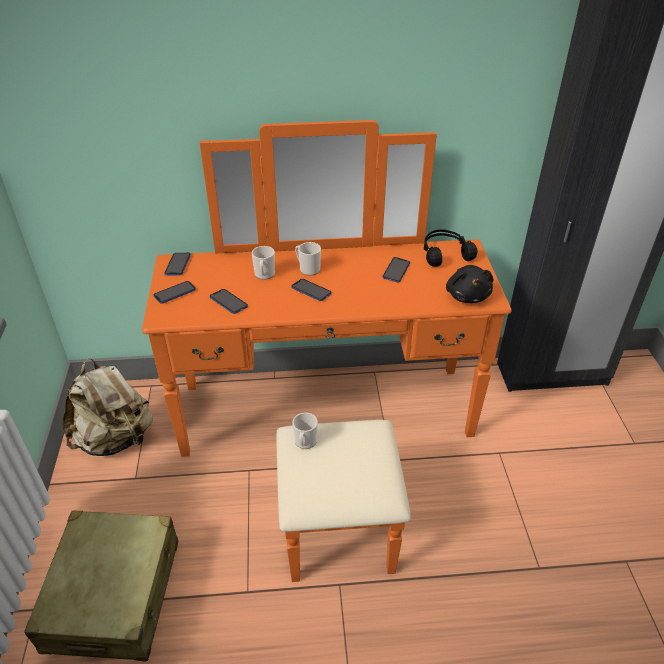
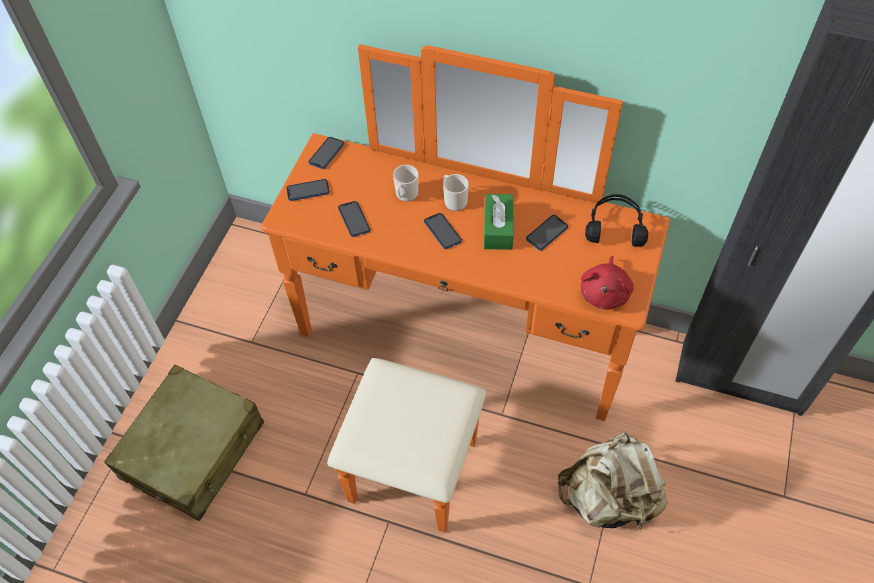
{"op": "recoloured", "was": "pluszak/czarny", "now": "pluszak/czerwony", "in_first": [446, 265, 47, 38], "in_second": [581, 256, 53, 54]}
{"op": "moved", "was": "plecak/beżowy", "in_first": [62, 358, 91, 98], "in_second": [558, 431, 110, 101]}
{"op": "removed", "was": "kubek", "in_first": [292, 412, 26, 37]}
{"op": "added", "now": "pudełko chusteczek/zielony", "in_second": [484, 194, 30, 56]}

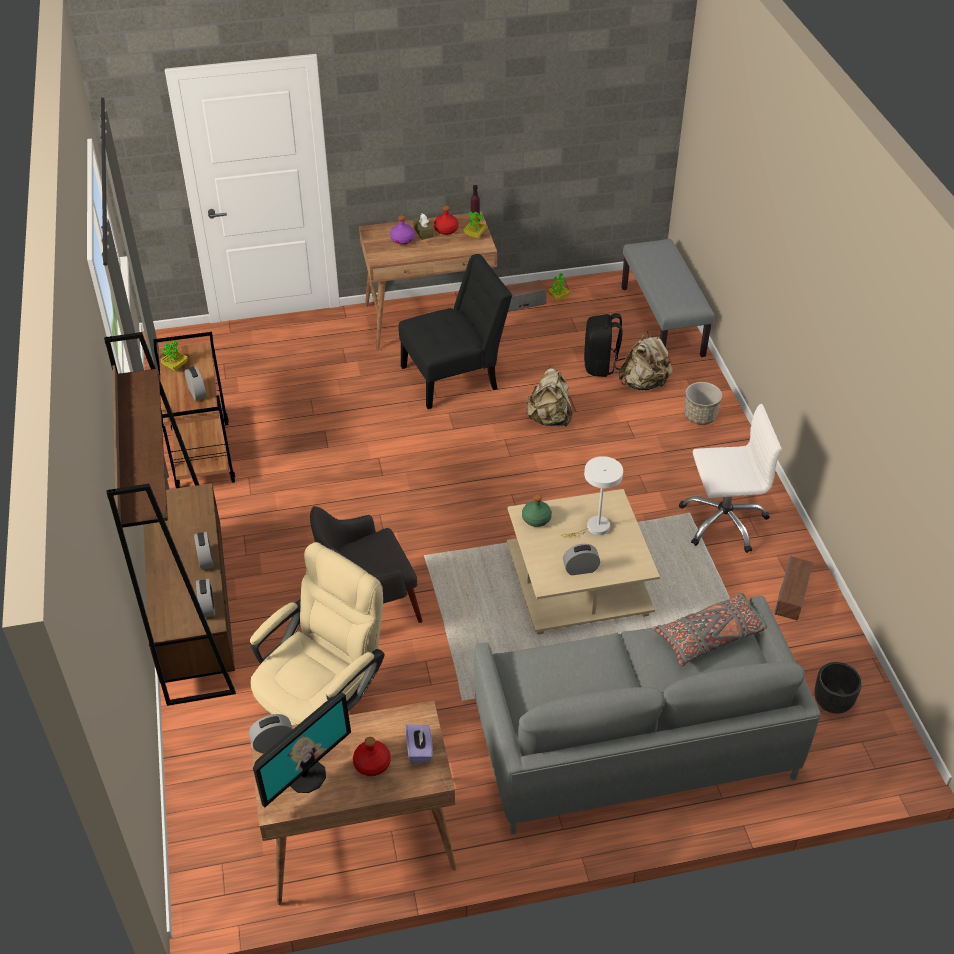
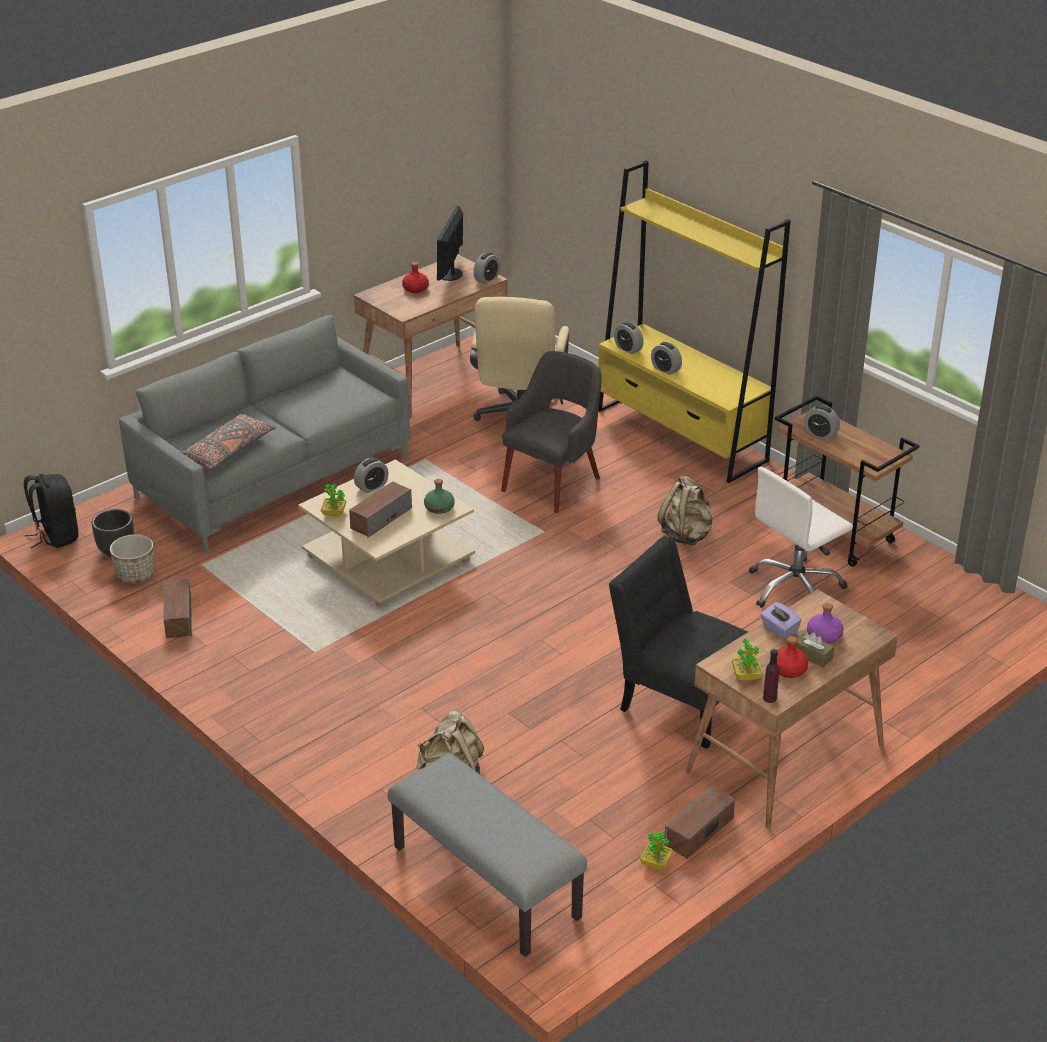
{"op": "turned", "was": "krzesło/czarny", "in_first": [399, 254, 113, 155], "in_second": [609, 536, 139, 213], "clockwise": 90}
{"op": "moved", "was": "plecak/czarny", "in_first": [584, 313, 41, 64], "in_second": [24, 474, 55, 74]}
{"op": "recoloured", "was": "regał/brązowy", "now": "regał/żółty", "in_first": [104, 332, 132, 374], "in_second": [598, 160, 192, 323]}
{"op": "moved", "was": "roślina doniczkowa", "in_first": [161, 340, 27, 30], "in_second": [321, 484, 25, 33]}
{"op": "moved", "was": "plecak/beżowy", "in_first": [526, 368, 46, 59], "in_second": [658, 476, 55, 69]}
{"op": "moved", "was": "donica", "in_first": [684, 382, 38, 43], "in_second": [110, 534, 45, 50]}
{"op": "moved", "was": "krzesło biurowe/biały", "in_first": [679, 404, 103, 149], "in_second": [749, 467, 104, 141]}
{"op": "replaced", "was": "lampa stołowa/biały", "now": "głośnik", "in_first": [561, 456, 62, 82], "in_second": [349, 481, 63, 57]}
{"op": "moved", "was": "pudełko chusteczek/fioletowy", "in_first": [406, 724, 27, 40], "in_second": [760, 602, 42, 37]}

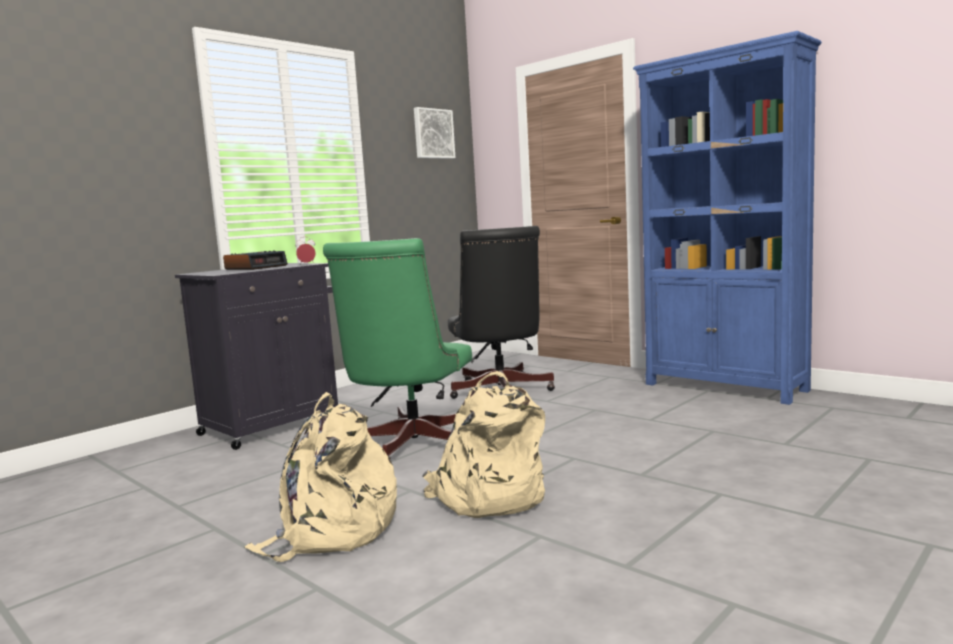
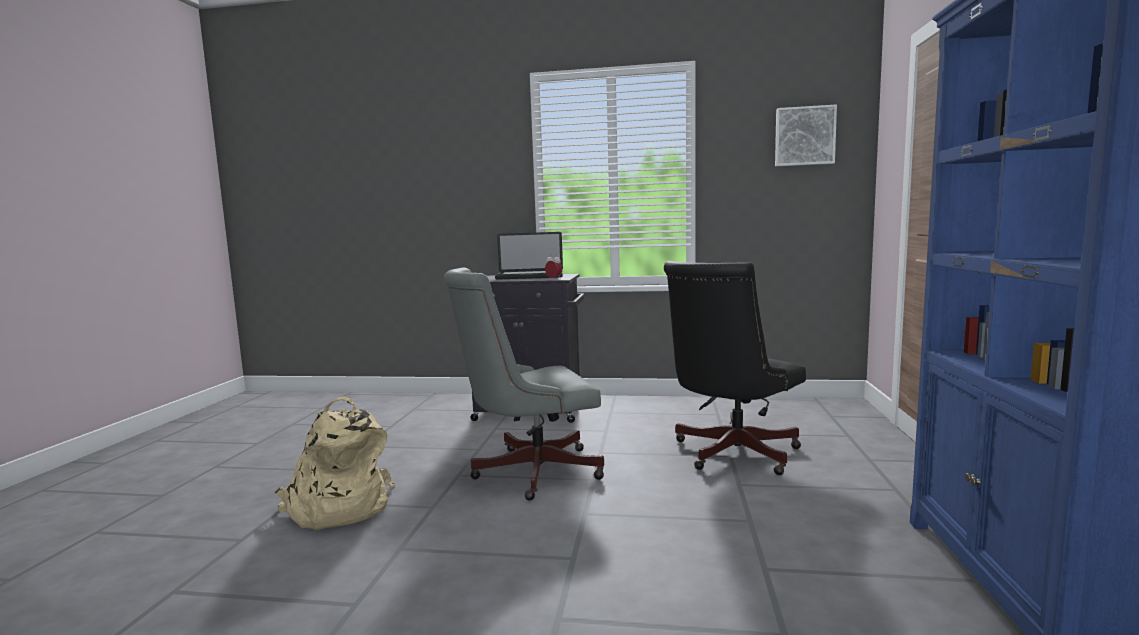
{"op": "recoloured", "was": "krzesło biurowe/zielony", "now": "krzesło biurowe/szary", "in_first": [323, 238, 149, 221], "in_second": [444, 267, 160, 234]}
{"op": "replaced", "was": "budzik", "now": "laptop", "in_first": [223, 250, 65, 20], "in_second": [495, 232, 68, 48]}
{"op": "removed", "was": "plecak/beżowy", "in_first": [422, 371, 123, 147]}

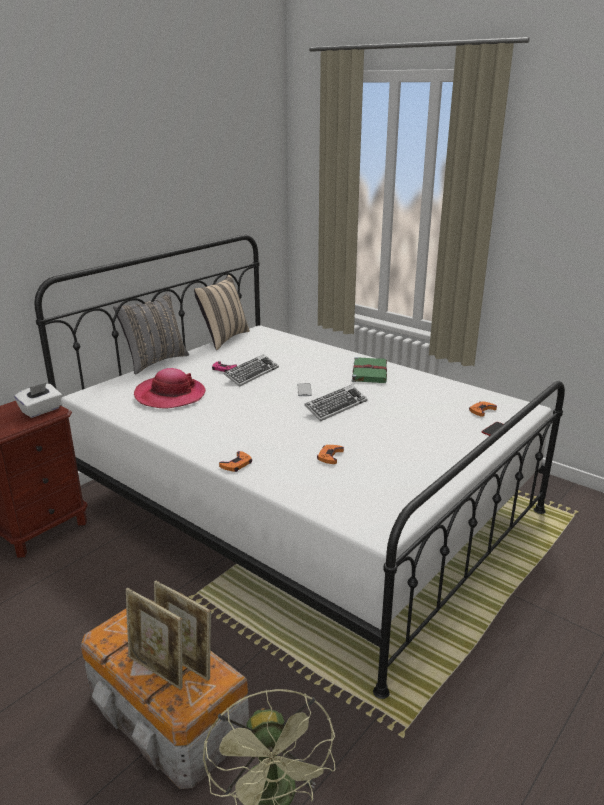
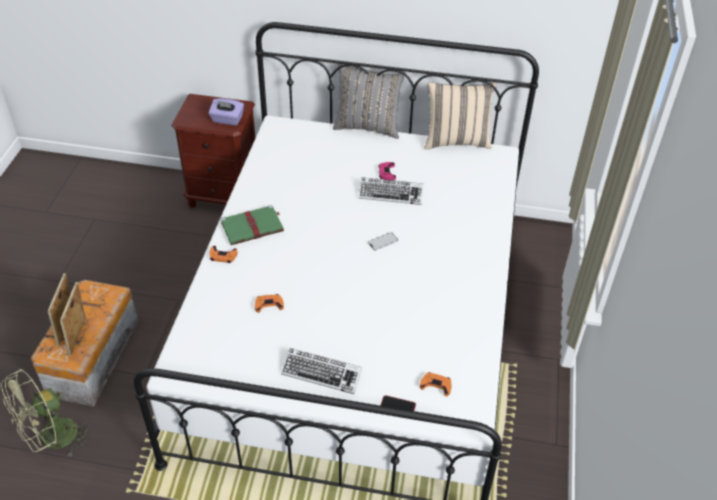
{"op": "moved", "was": "książka/zielony", "in_first": [352, 357, 35, 26], "in_second": [220, 205, 64, 40]}
{"op": "removed", "was": "kapelusz", "in_first": [134, 368, 72, 41]}
{"op": "recoloured", "was": "pudełko chusteczek/biały", "now": "pudełko chusteczek/fioletowy", "in_first": [14, 383, 48, 35], "in_second": [208, 98, 36, 27]}
{"op": "moved", "was": "klawiatura", "in_first": [304, 385, 64, 36], "in_second": [281, 348, 81, 46]}

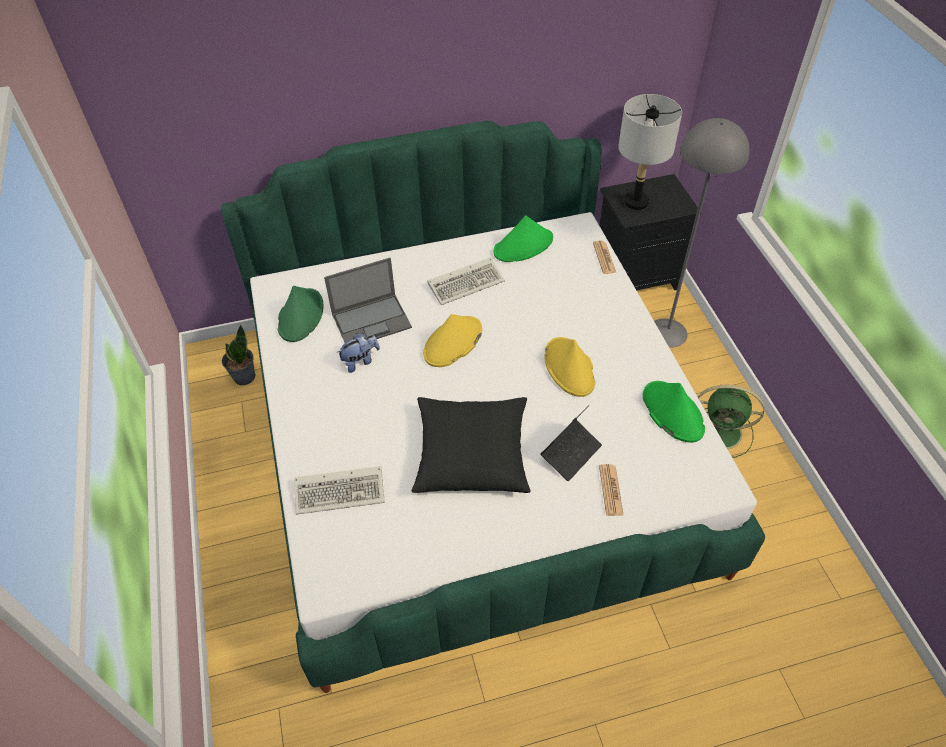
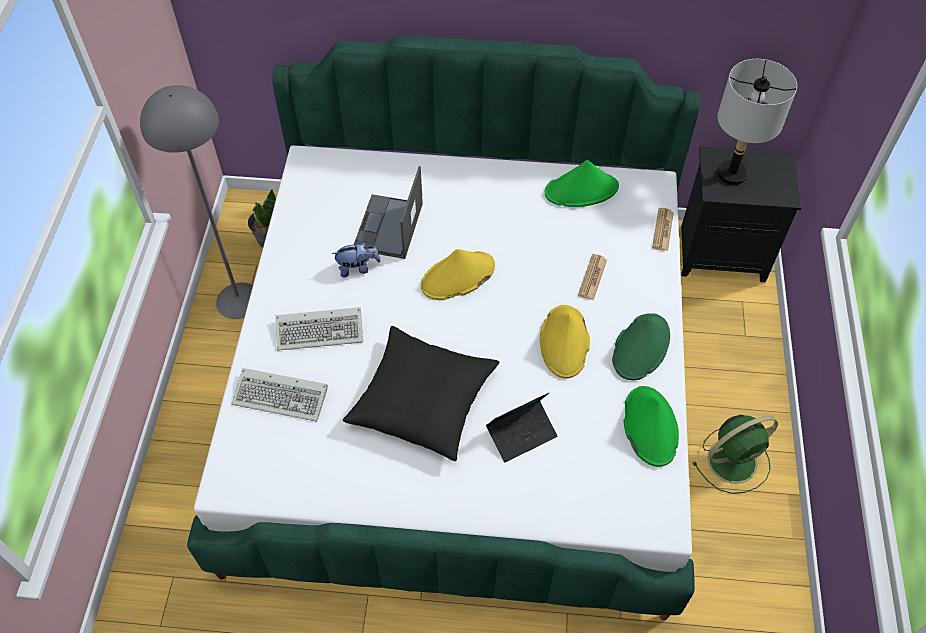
{"op": "moved", "was": "lampa stojąca/szary", "in_first": [654, 118, 96, 230], "in_second": [140, 85, 113, 234]}
{"op": "moved", "was": "klawiatura", "in_first": [428, 257, 77, 48], "in_second": [276, 307, 87, 44]}
{"op": "turned", "was": "laptop", "in_first": [324, 258, 88, 85], "in_second": [354, 166, 69, 93], "clockwise": 105}
{"op": "moved", "was": "kapelusz/zielony", "in_first": [278, 286, 46, 56], "in_second": [612, 313, 58, 67]}
{"op": "turned", "was": "wentylator/zielony", "in_first": [698, 385, 66, 72], "in_second": [693, 415, 85, 79], "clockwise": -60}
{"op": "moved", "was": "gazeta", "in_first": [599, 464, 25, 52], "in_second": [578, 254, 29, 46]}

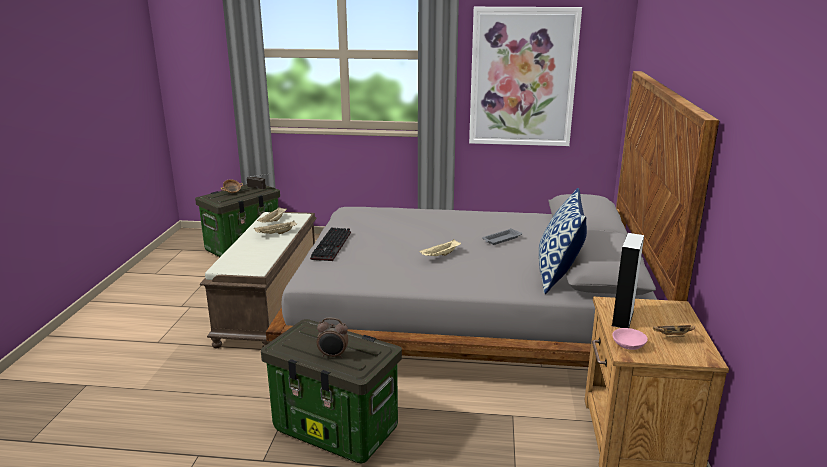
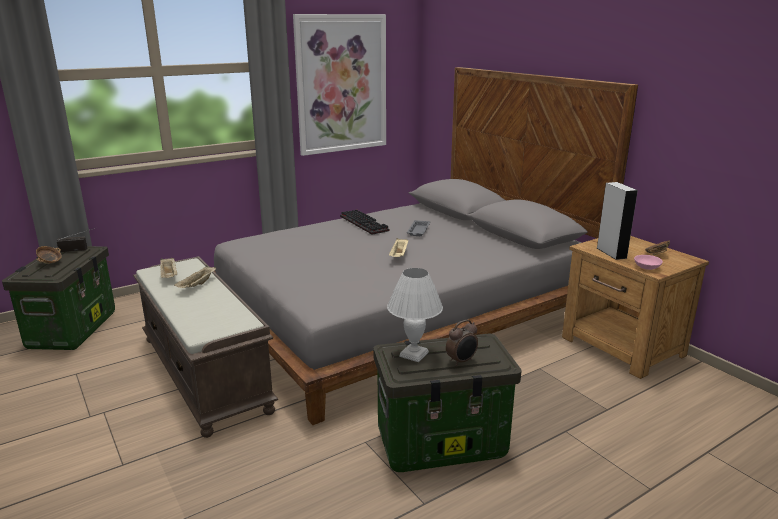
{"op": "removed", "was": "poduszka", "in_first": [539, 188, 48, 106]}
{"op": "moved", "was": "klawiatura", "in_first": [310, 227, 41, 34], "in_second": [340, 209, 49, 26]}
{"op": "added", "now": "lampa stołowa/biały", "in_second": [387, 268, 56, 94]}

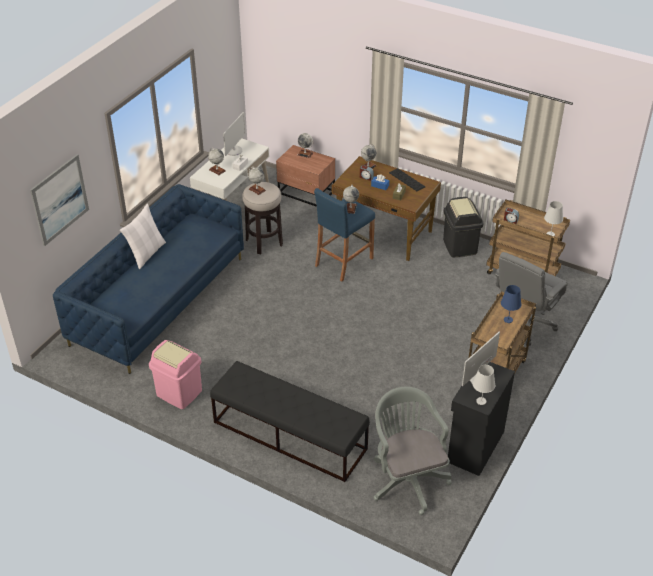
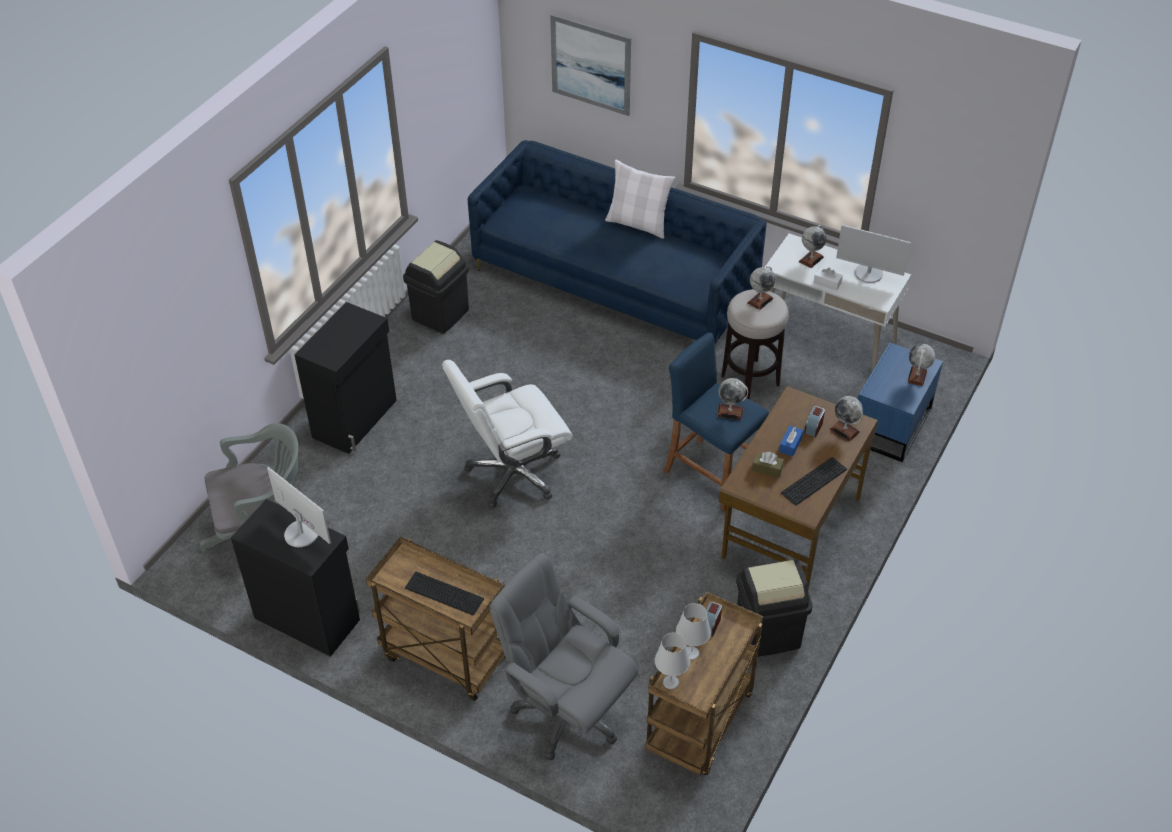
{"op": "recoloured", "was": "szafka nocna/brązowy", "now": "szafka nocna/niebieski", "in_first": [276, 145, 59, 62], "in_second": [858, 343, 85, 119]}
{"op": "replaced", "was": "lampa stołowa/niebieski", "now": "klawiatura", "in_first": [501, 285, 20, 38], "in_second": [405, 572, 79, 44]}
{"op": "recoloured", "was": "kosz na śmieci/różowy", "now": "kosz na śmieci/czarny", "in_first": [149, 340, 53, 69], "in_second": [403, 240, 66, 94]}
{"op": "replaced", "was": "ławka/czarny", "now": "szafka/czarny", "in_first": [210, 361, 160, 121], "in_second": [294, 302, 103, 152]}
{"op": "moved", "was": "lampa stołowa/biały", "in_first": [472, 365, 23, 40], "in_second": [676, 603, 35, 57]}
{"op": "added", "now": "krzesło biurowe/biały", "in_second": [442, 360, 131, 148]}

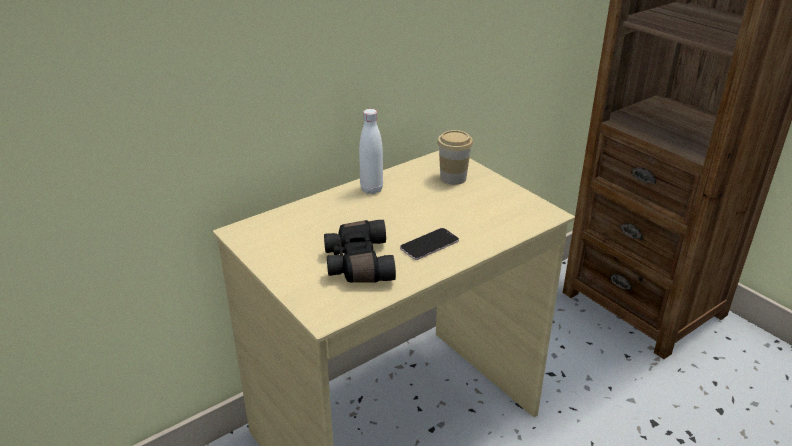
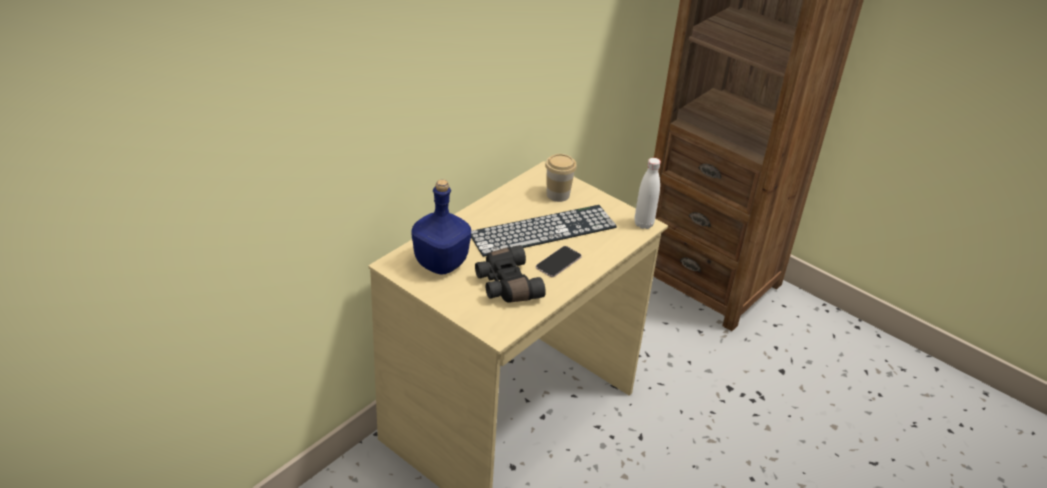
{"op": "moved", "was": "butelka/biały", "in_first": [359, 109, 24, 85], "in_second": [634, 158, 27, 71]}
{"op": "added", "now": "butelka/niebieski", "in_second": [411, 180, 60, 95]}
{"op": "added", "now": "klawiatura", "in_second": [471, 205, 146, 52]}

